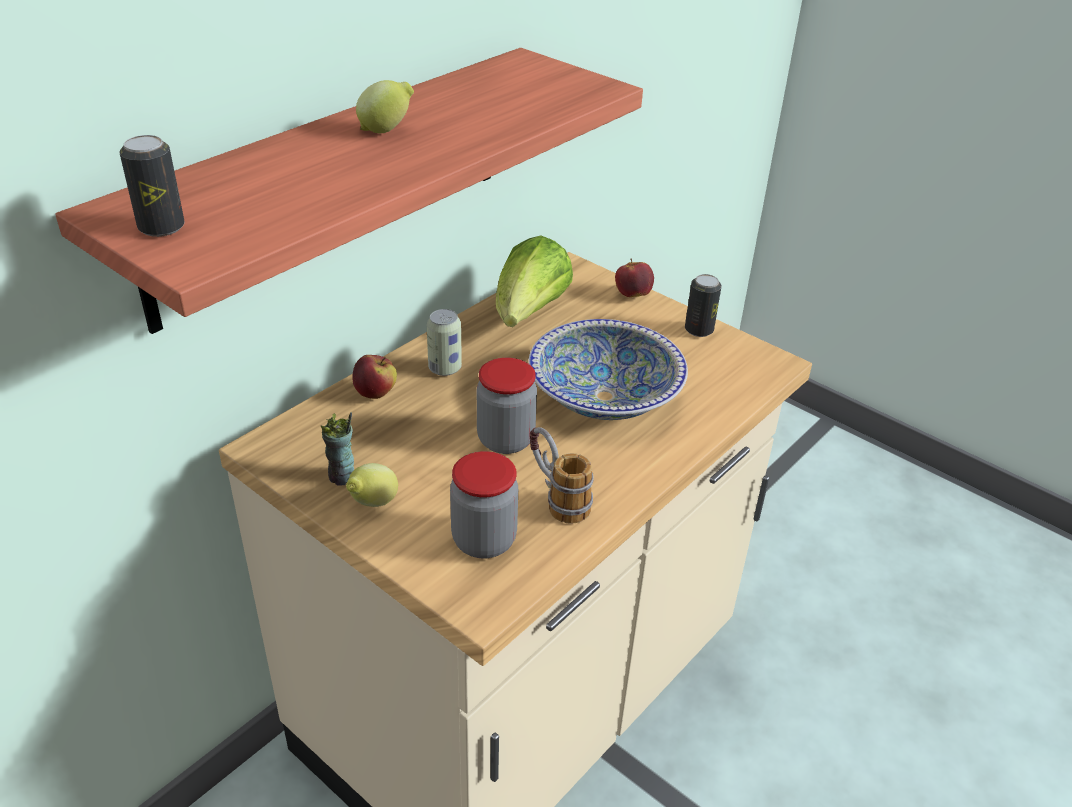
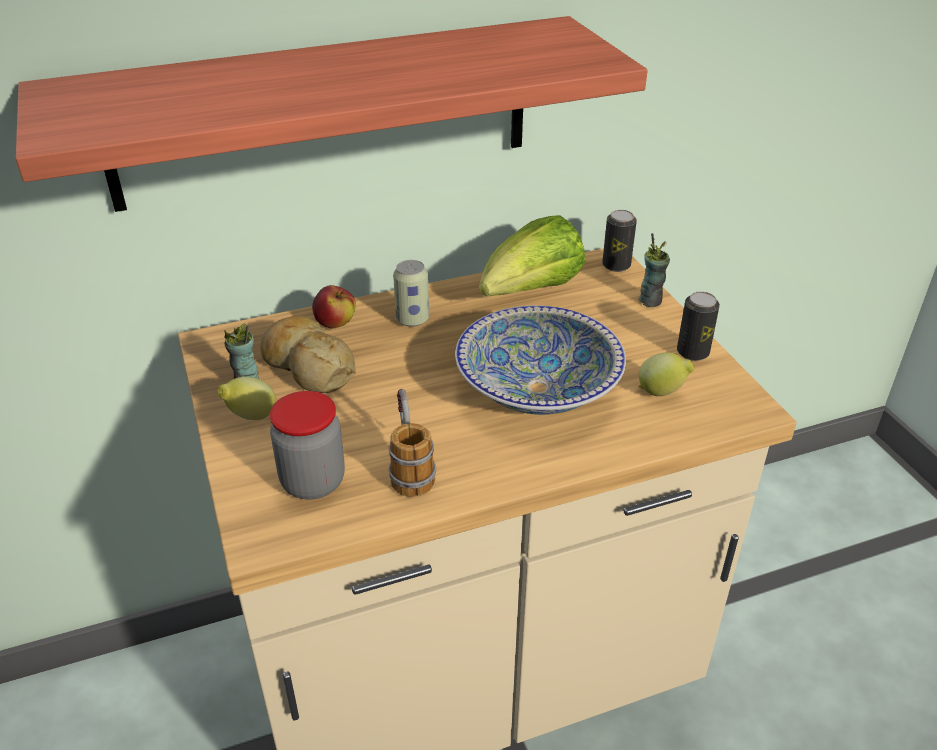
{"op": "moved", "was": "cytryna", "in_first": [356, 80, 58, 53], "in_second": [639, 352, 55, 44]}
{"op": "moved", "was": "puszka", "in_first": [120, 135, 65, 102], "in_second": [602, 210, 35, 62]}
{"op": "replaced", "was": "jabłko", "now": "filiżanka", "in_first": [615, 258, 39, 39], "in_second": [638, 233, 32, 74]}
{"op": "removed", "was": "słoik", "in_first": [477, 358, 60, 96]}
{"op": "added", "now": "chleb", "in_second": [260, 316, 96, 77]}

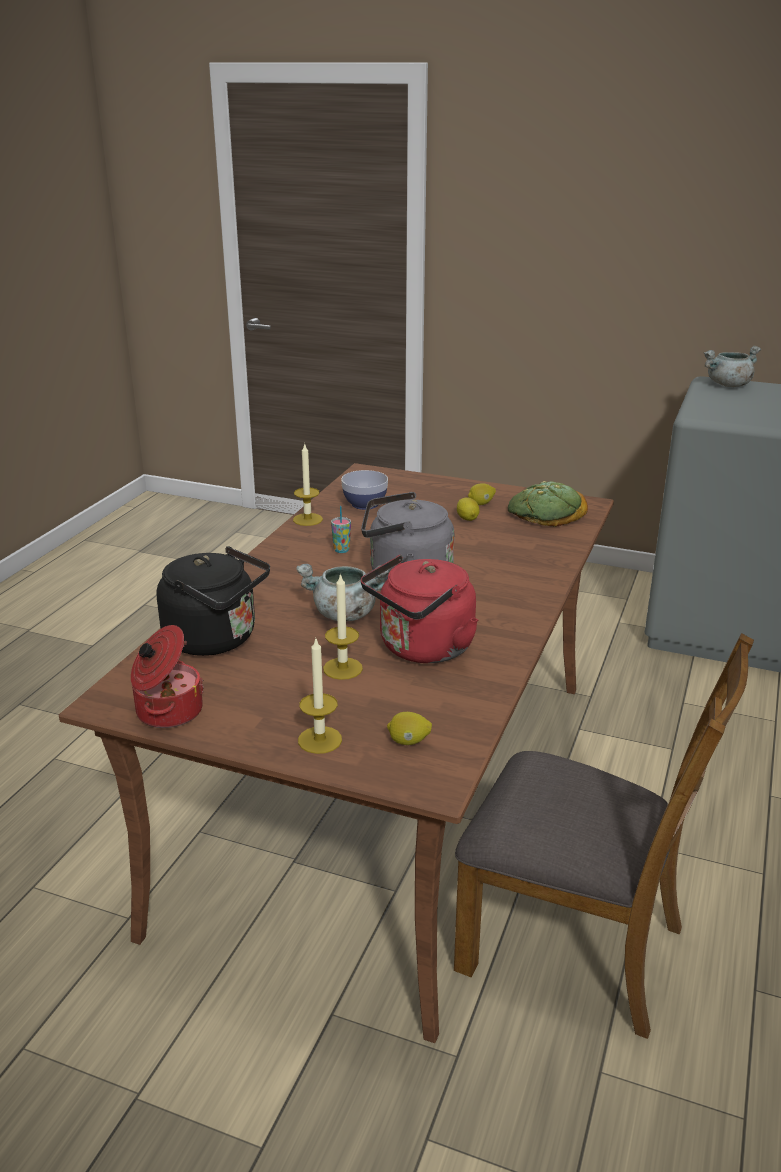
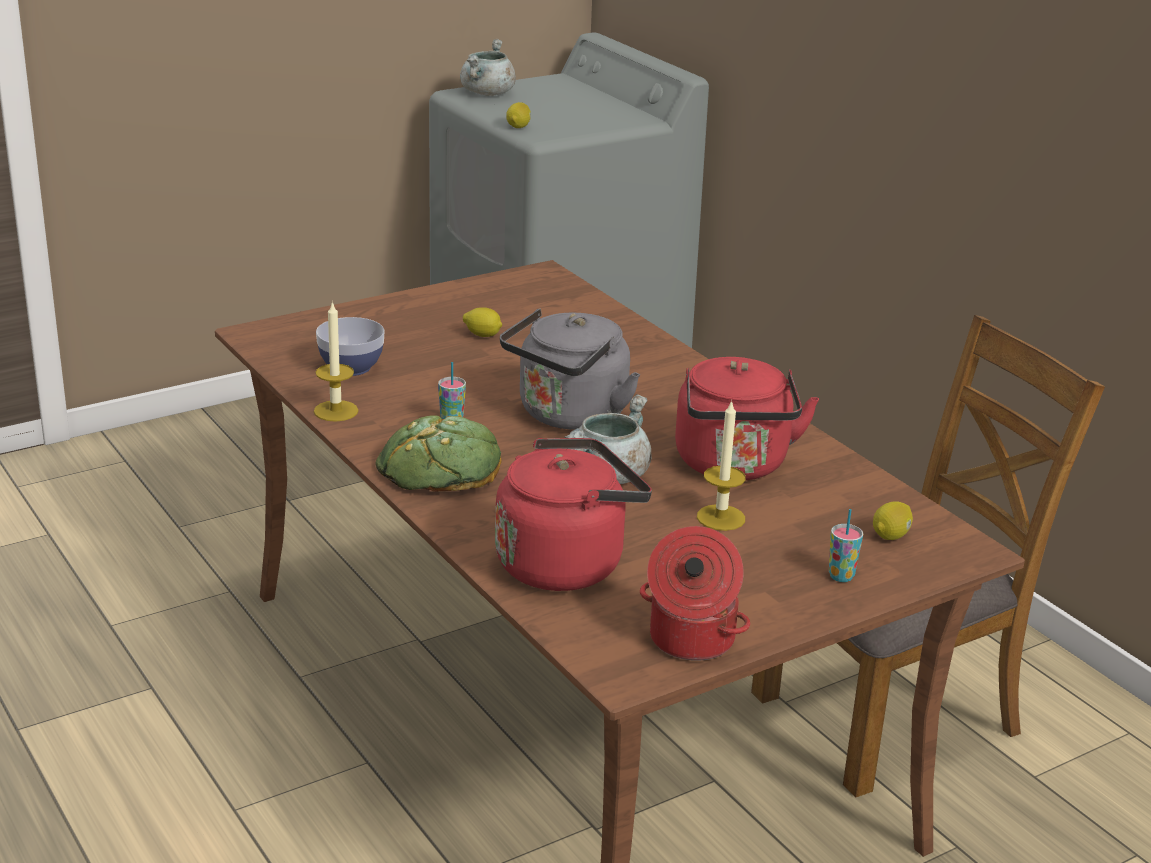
{"op": "moved", "was": "chleb", "in_first": [508, 481, 80, 46], "in_second": [375, 415, 127, 77]}
{"op": "moved", "was": "cytryna", "in_first": [468, 483, 28, 22], "in_second": [506, 102, 25, 26]}
{"op": "recoloured", "was": "czajnik/czarny", "now": "czajnik/czerwony", "in_first": [157, 546, 113, 110], "in_second": [495, 438, 157, 153]}
{"op": "replaced", "was": "świeca", "now": "filiżanka", "in_first": [298, 637, 44, 117], "in_second": [829, 509, 34, 73]}

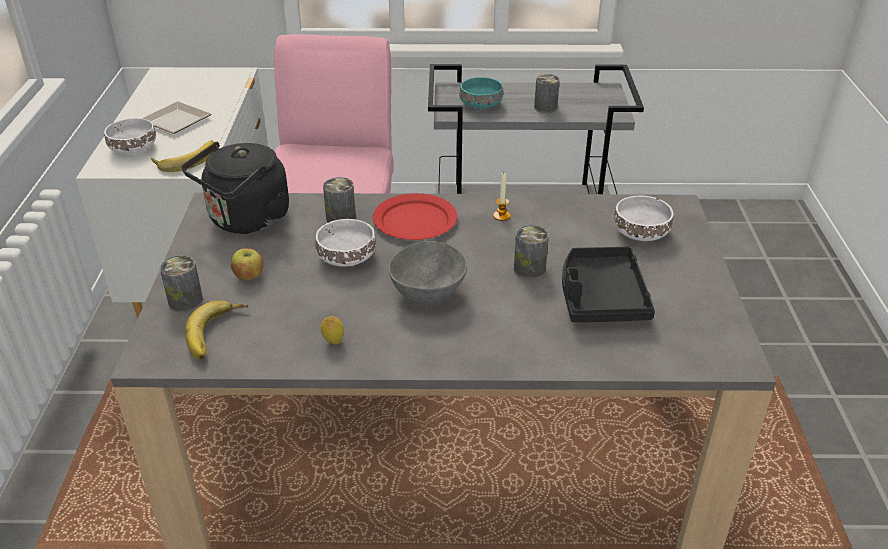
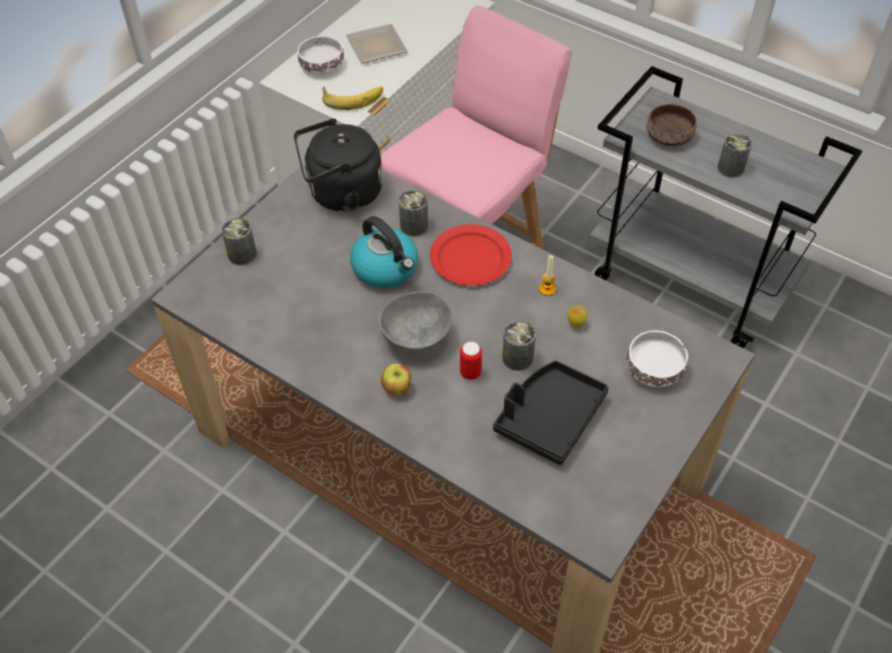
{"op": "recoloured", "was": "miska/turkusowy", "now": "miska/brązowy", "in_first": [459, 77, 44, 31], "in_second": [647, 104, 50, 42]}
{"op": "replaced", "was": "miska/biały", "now": "czajnik", "in_first": [316, 219, 60, 48], "in_second": [350, 216, 68, 72]}
{"op": "moved", "was": "jabłko", "in_first": [231, 248, 32, 32], "in_second": [381, 364, 30, 31]}
{"op": "removed", "was": "banan", "in_first": [185, 300, 63, 60]}
{"op": "moved", "was": "cytryna", "in_first": [321, 316, 23, 29], "in_second": [567, 305, 20, 24]}
{"op": "added", "now": "puszka", "in_second": [460, 342, 22, 38]}

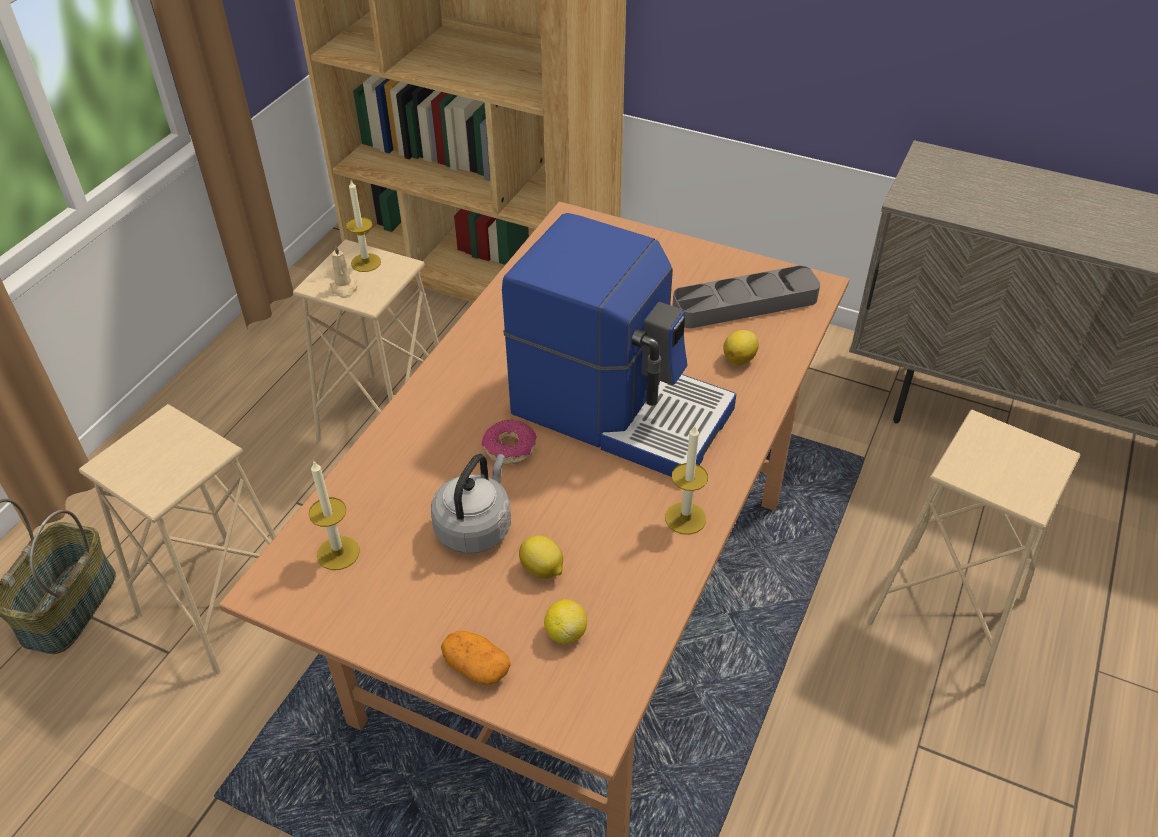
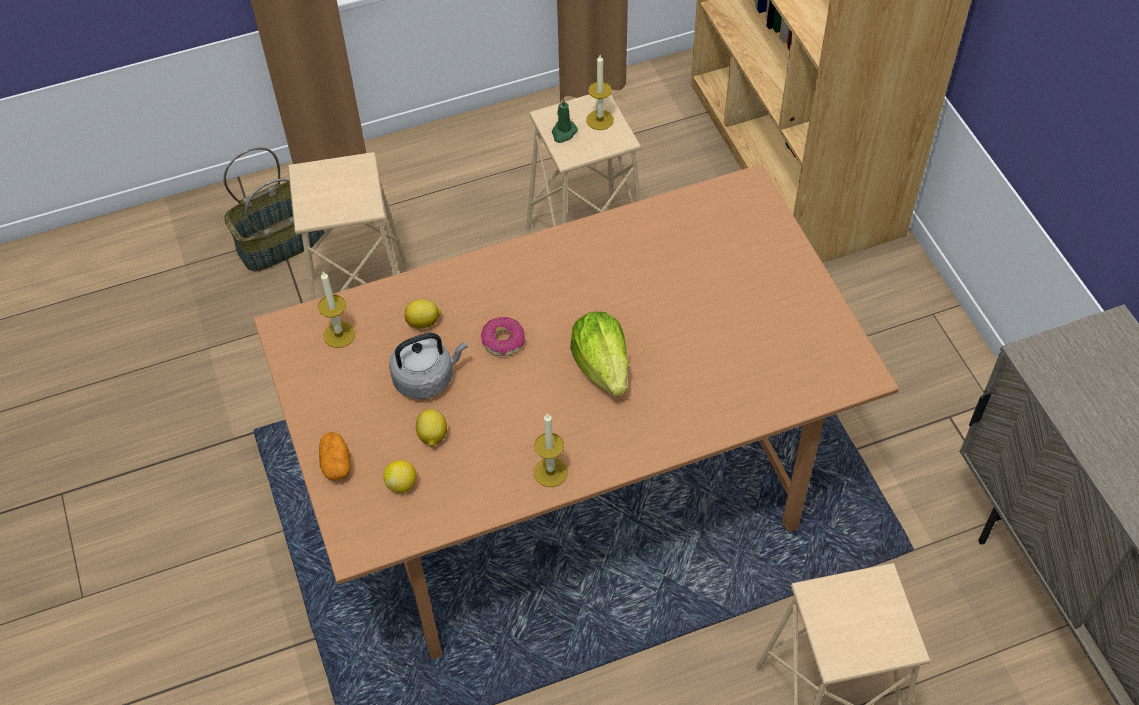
{"op": "replaced", "was": "ekspres do kawy", "now": "sałata", "in_first": [502, 213, 234, 264], "in_second": [570, 311, 59, 86]}
{"op": "recoloured", "was": "świeca/beżowy", "now": "świeca/zielony", "in_first": [330, 244, 27, 54], "in_second": [552, 98, 26, 45]}
{"op": "removed", "was": "taca/szary", "in_first": [672, 266, 148, 62]}
{"op": "moved", "was": "cytryna", "in_first": [724, 330, 35, 35], "in_second": [405, 299, 36, 29]}

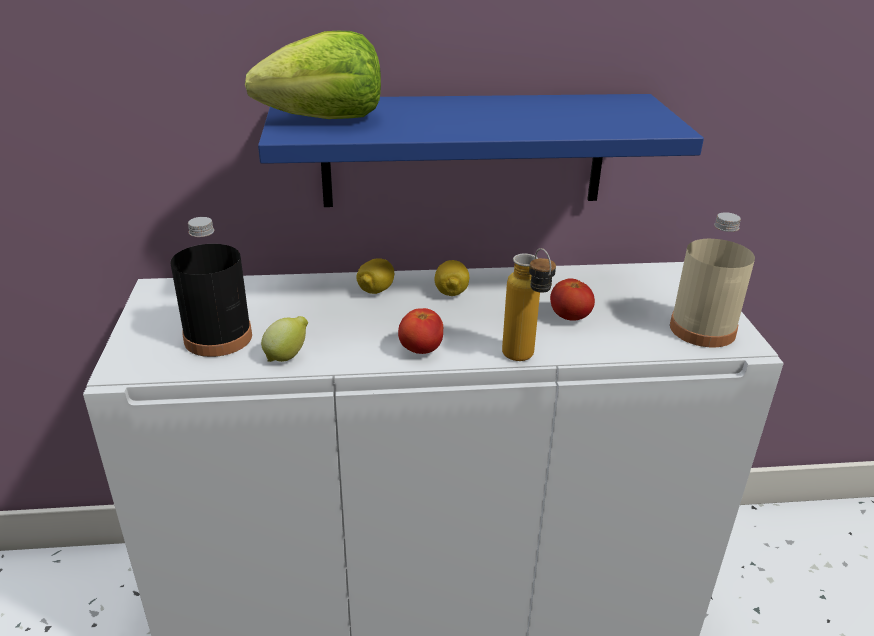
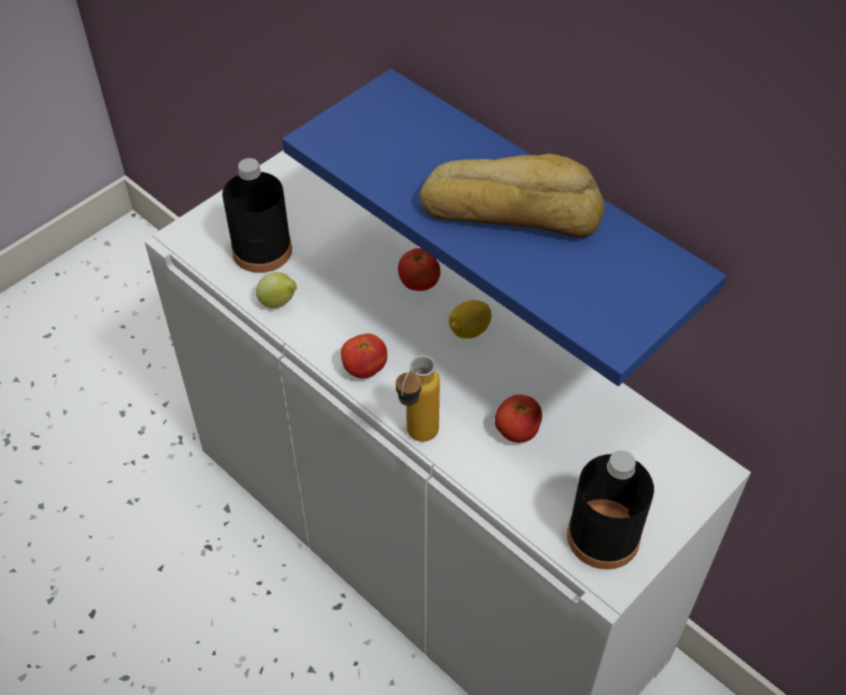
{"op": "removed", "was": "sałata", "in_first": [245, 31, 136, 88]}
{"op": "recoloured", "was": "butelka/beżowy", "now": "butelka/czarny", "in_first": [670, 212, 85, 135], "in_second": [567, 450, 87, 120]}
{"op": "replaced", "was": "cytryna", "now": "pomidor", "in_first": [356, 258, 38, 36], "in_second": [398, 248, 42, 43]}
{"op": "added", "now": "chleb", "in_second": [420, 154, 185, 84]}

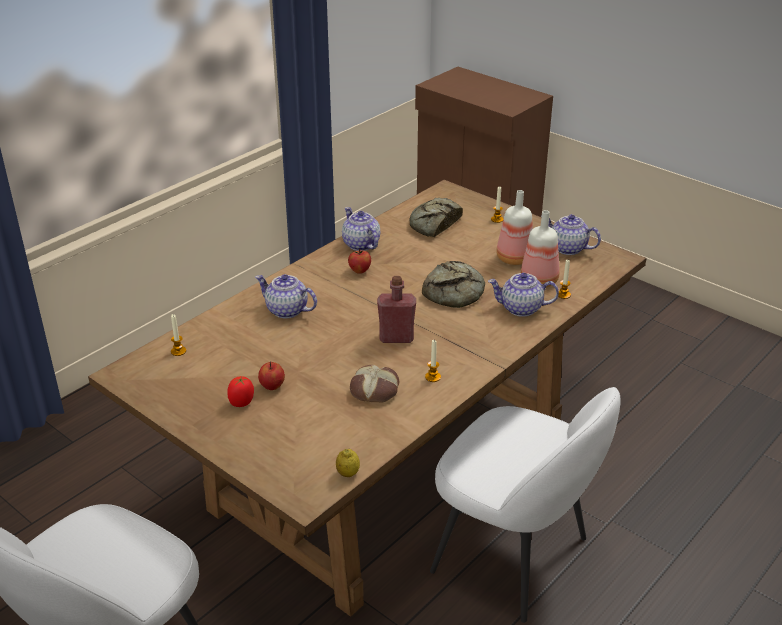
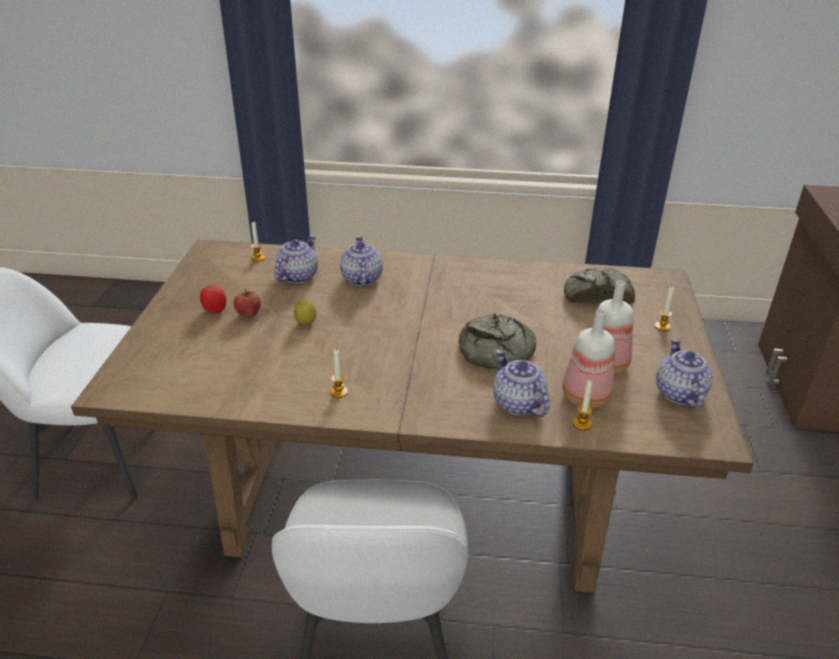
{"op": "moved", "was": "imbryk", "in_first": [342, 207, 38, 44], "in_second": [274, 235, 44, 49]}
{"op": "removed", "was": "jabłko", "in_first": [348, 248, 23, 26]}
{"op": "removed", "was": "butelka/czerwony", "in_first": [377, 276, 39, 67]}
{"op": "removed", "was": "chleb", "in_first": [350, 365, 49, 38]}
{"op": "moved", "was": "cytryna", "in_first": [336, 449, 24, 28], "in_second": [294, 298, 23, 27]}

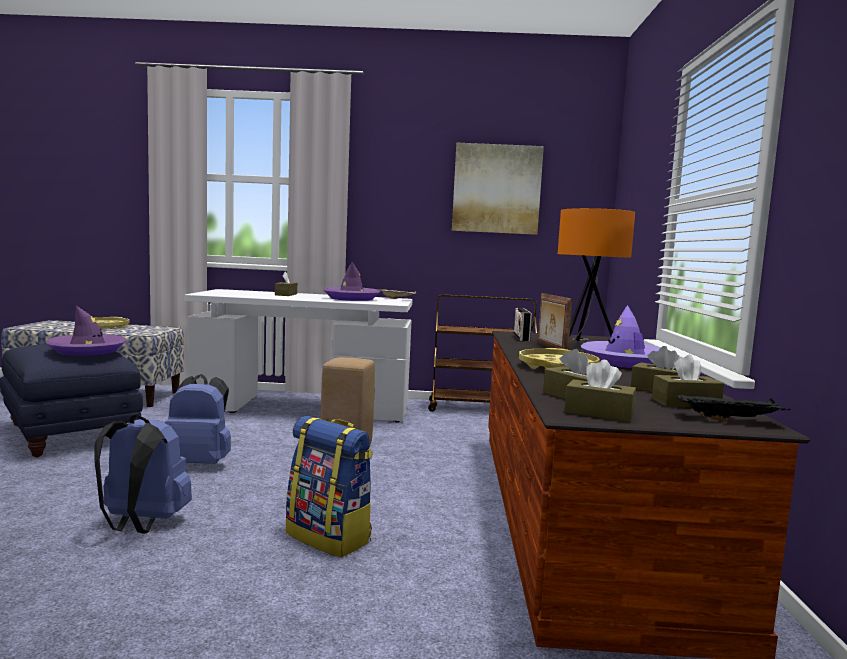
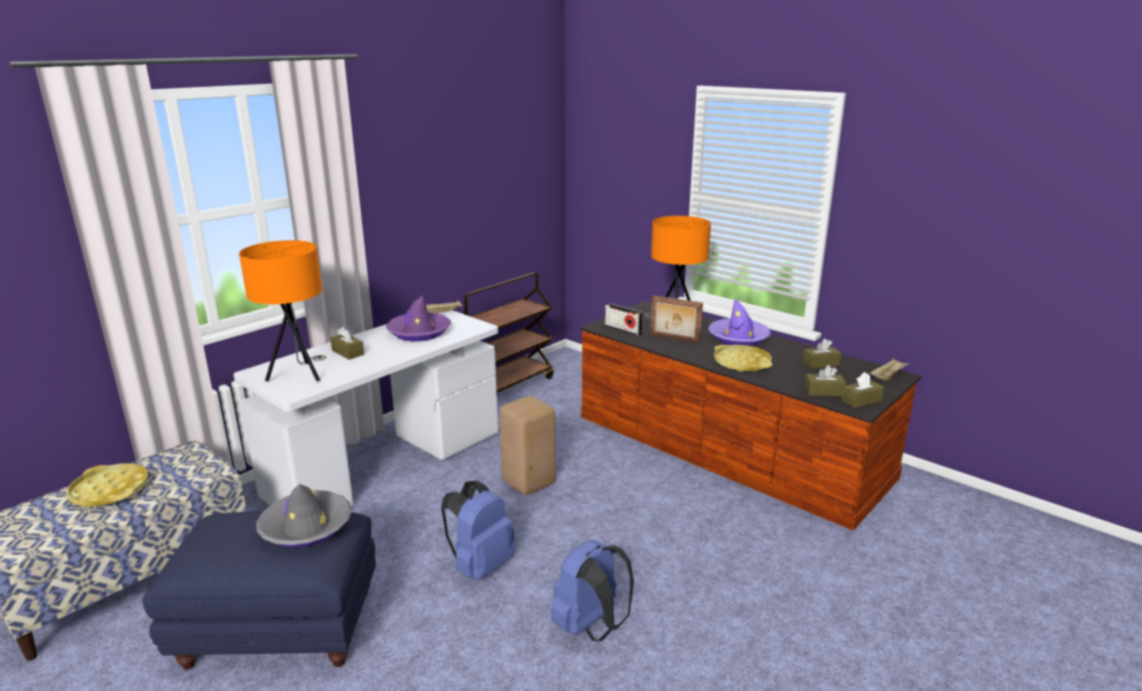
{"op": "removed", "was": "obraz", "in_first": [452, 143, 92, 92]}
{"op": "recoloured", "was": "kapelusz/fioletowy", "now": "kapelusz/szary", "in_first": [46, 306, 81, 50], "in_second": [256, 484, 96, 64]}
{"op": "removed", "was": "pudełko chusteczek/brązowy", "in_first": [652, 354, 72, 53]}
{"op": "recoloured", "was": "taca/czarny", "now": "taca/beżowy", "in_first": [677, 393, 114, 28], "in_second": [870, 359, 39, 22]}
{"op": "removed", "was": "plecak", "in_first": [286, 416, 87, 141]}
{"op": "added", "now": "lampa stołowa/pomarańczowy", "in_second": [239, 240, 88, 141]}

